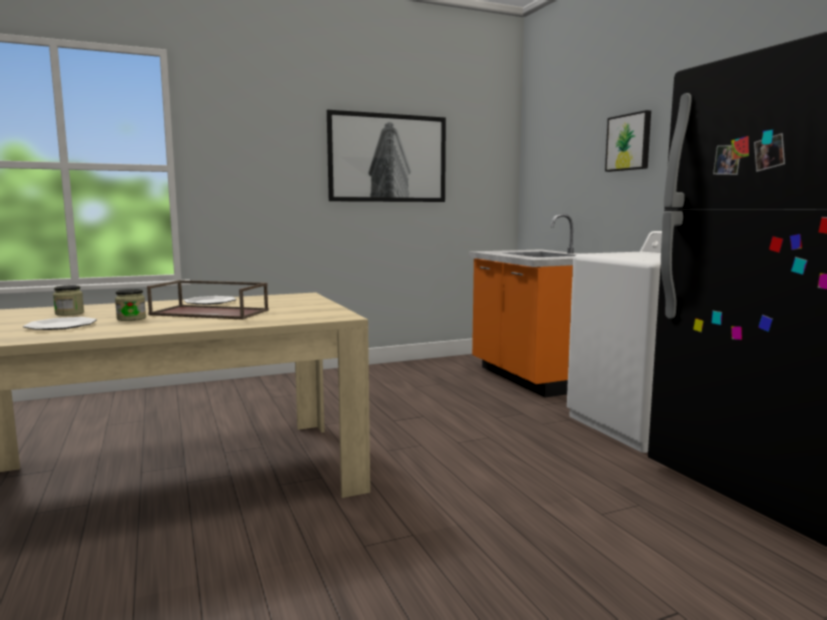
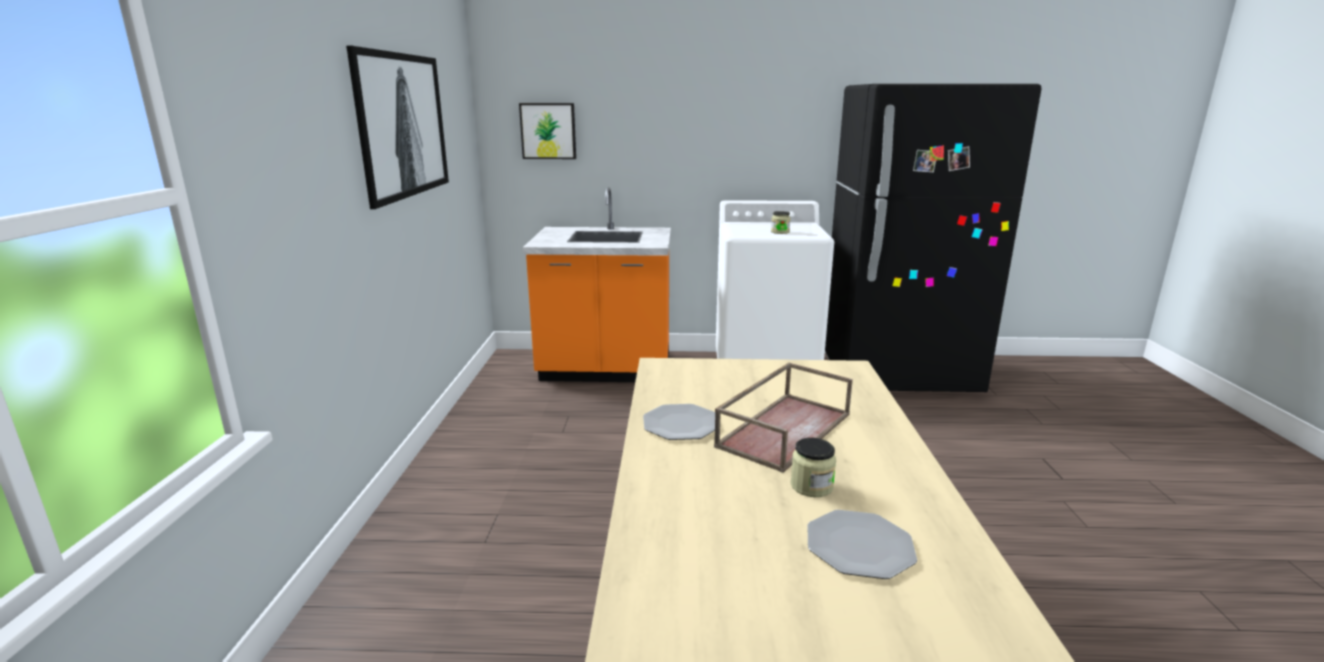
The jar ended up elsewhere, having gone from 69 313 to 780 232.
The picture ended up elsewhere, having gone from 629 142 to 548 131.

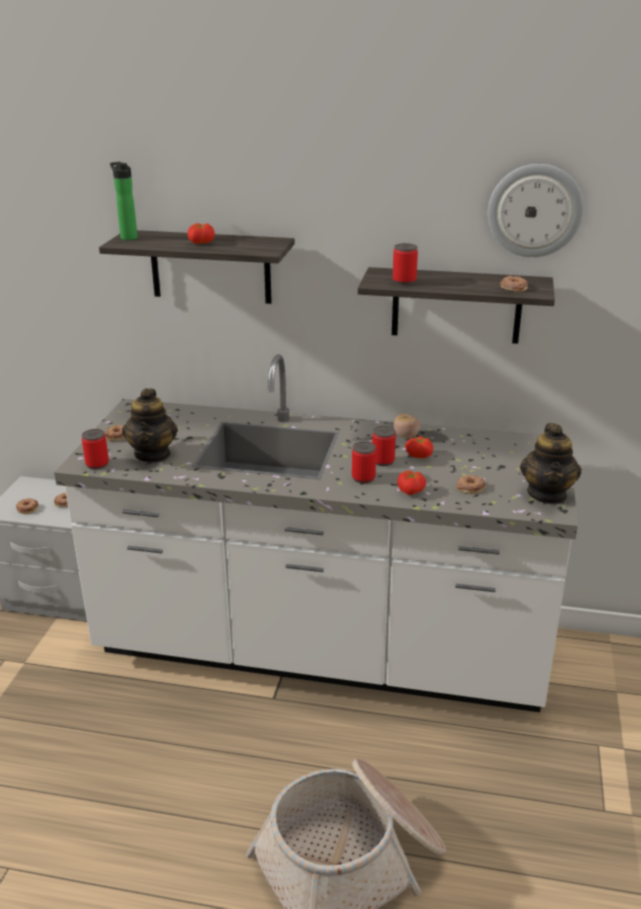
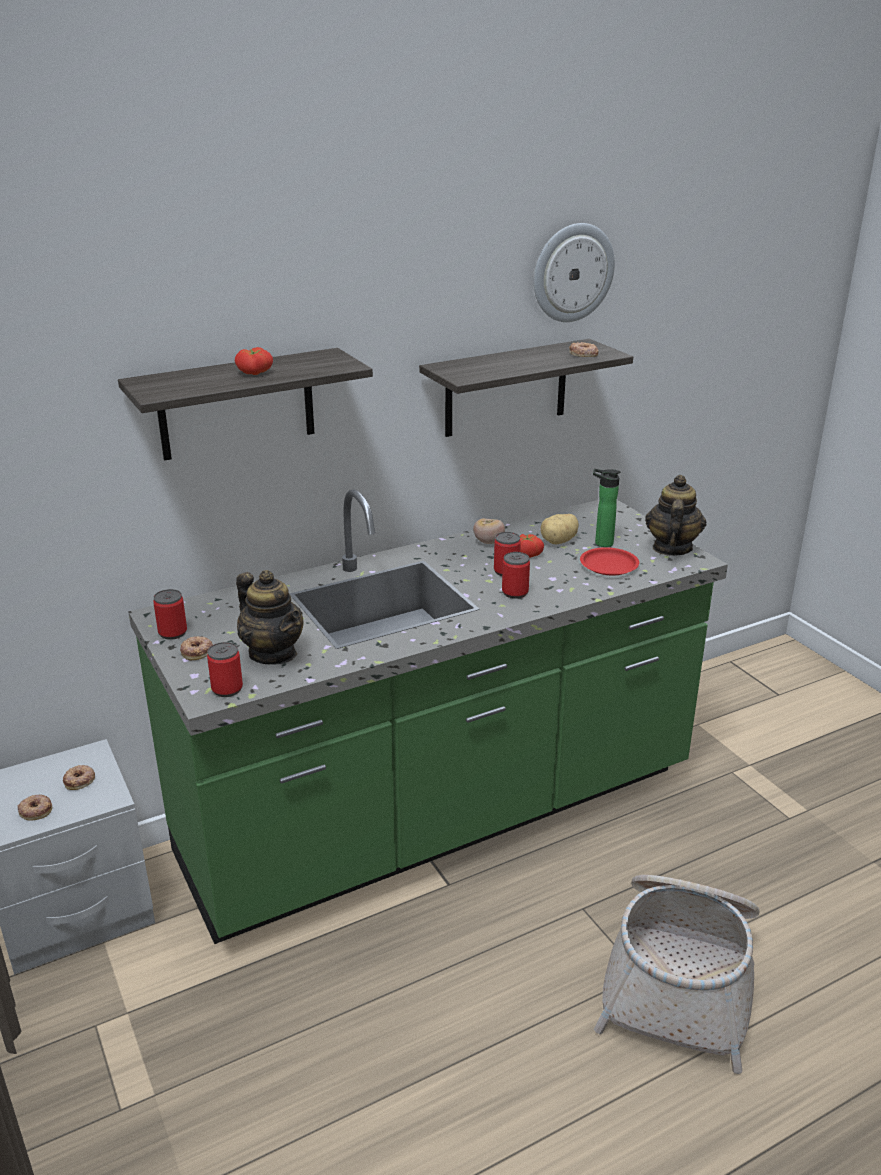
What was the white counter at 321 652 turned into the green counter at 440 818.
The bottle ended up elsewhere, having gone from 127 237 to 601 543.
The can ended up elsewhere, having gone from 404 281 to 173 633.
The second view lost the tomato at 411 491.
Where the donut stood at 470 487, the red plate came to stand at 609 565.
The teapot at 547 494 ended up facing another way, 135 degrees counterclockwise from before.
The second view gained the potato at 559 541.

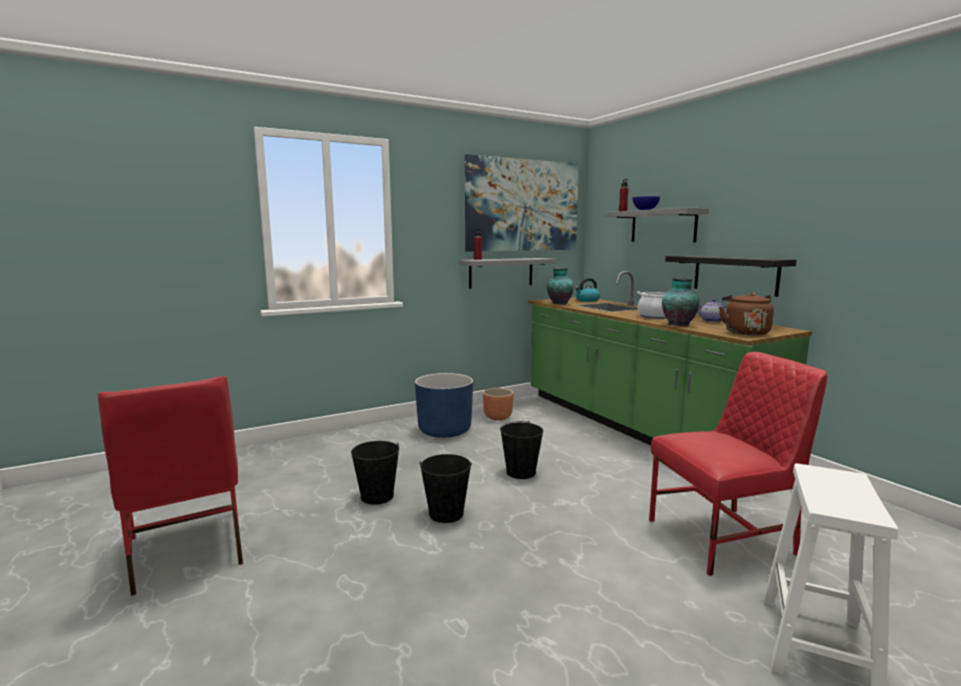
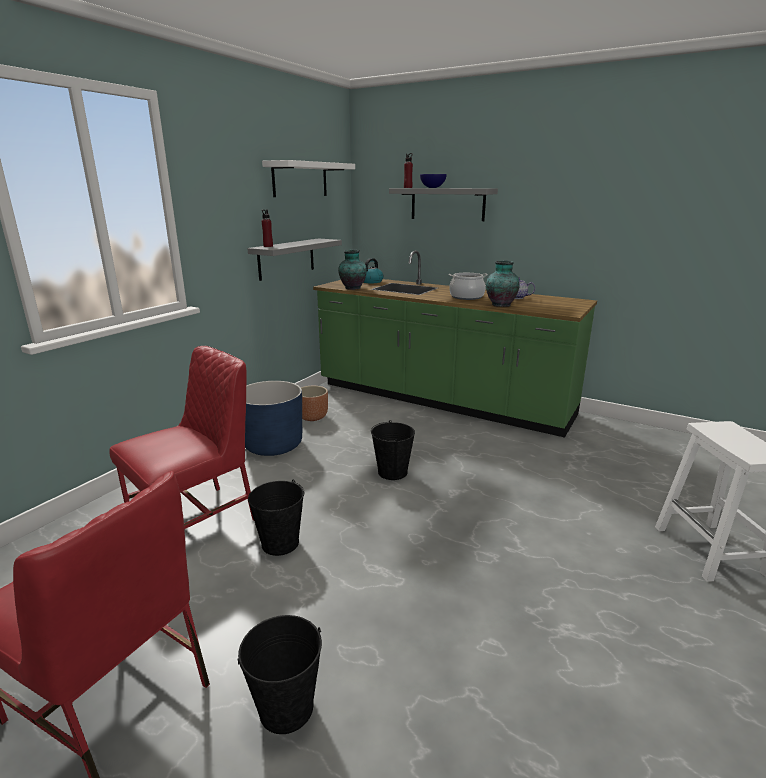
The black bucket ended up elsewhere, having gone from 446 513 to 286 707.
Where the picture hung at 523 205, the white shelf came to hang at 300 179.
The red chair ended up elsewhere, having gone from 724 537 to 196 521.
The second view lost the black shelf at 735 274.
The second view lost the brown kettle at 745 332.

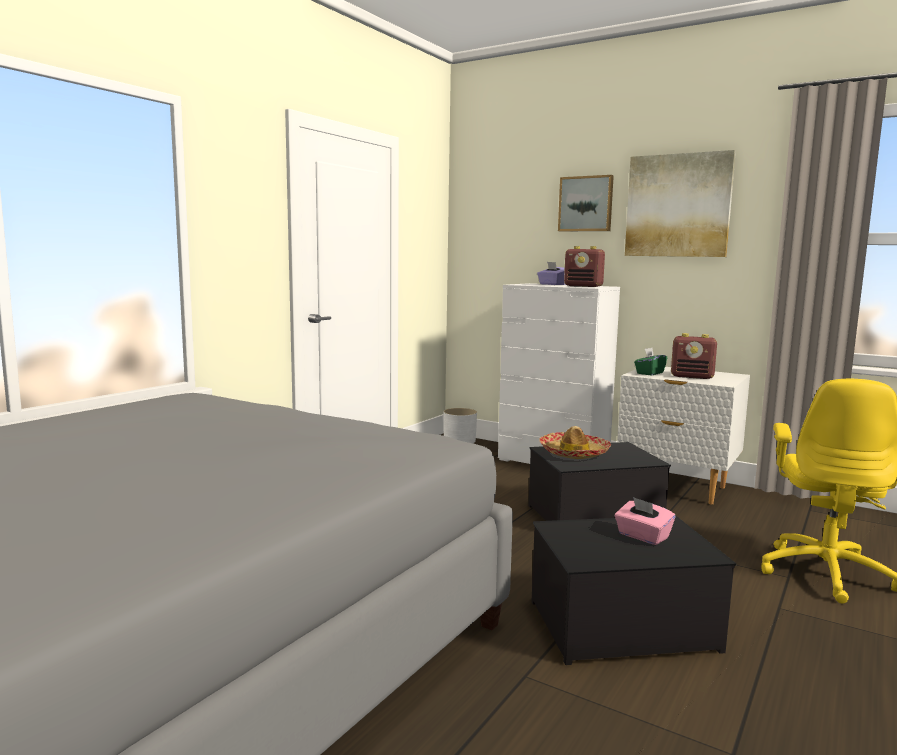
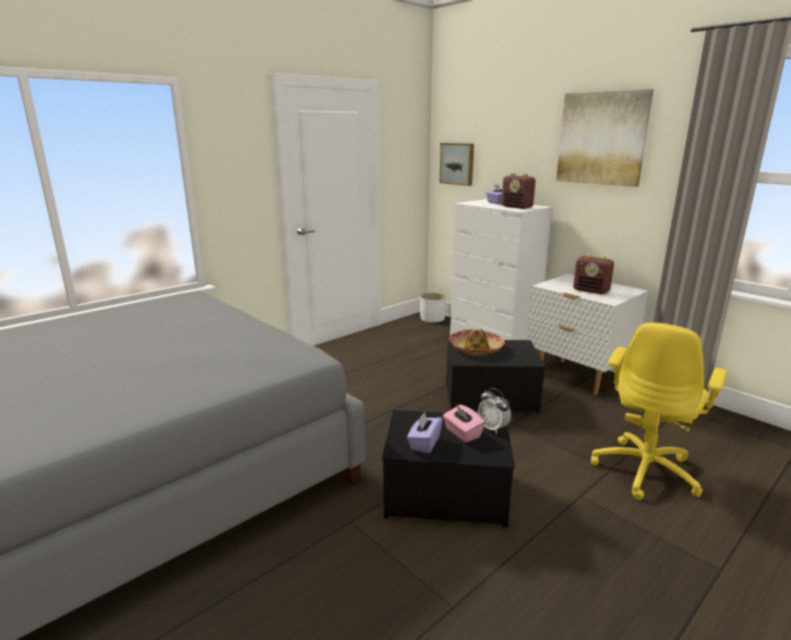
The picture ended up elsewhere, having gone from 586 204 to 457 164.
The second view lost the green tissue box at 649 373.
The second view gained the purple tissue box at 424 443.
The second view gained the alarm clock at 493 428.

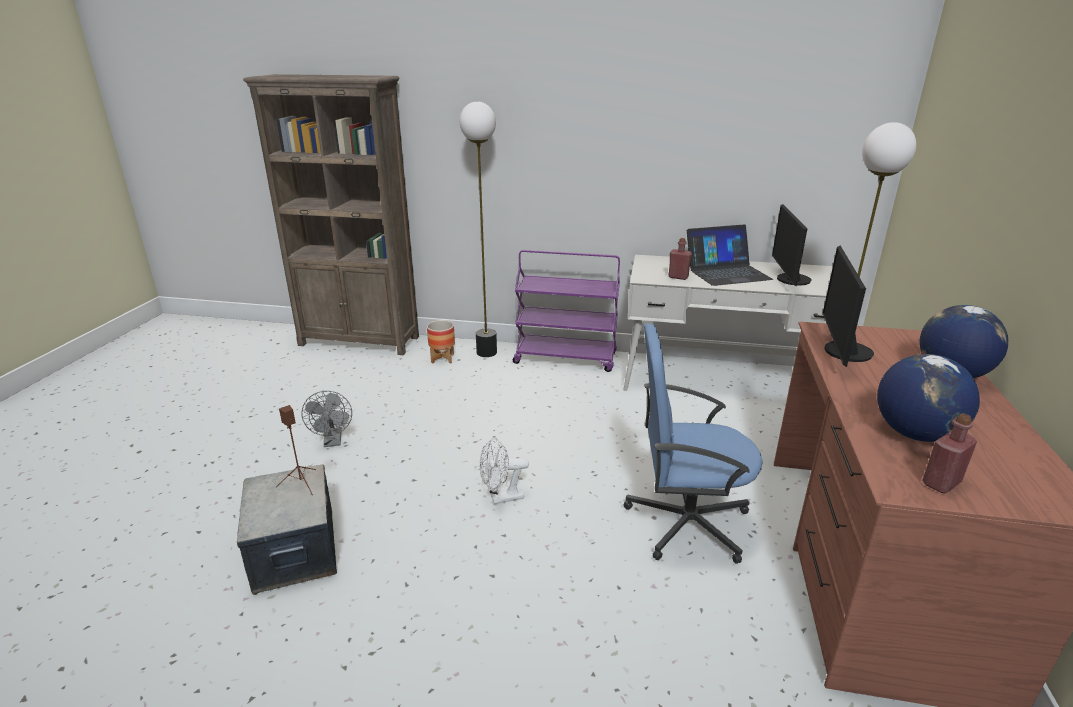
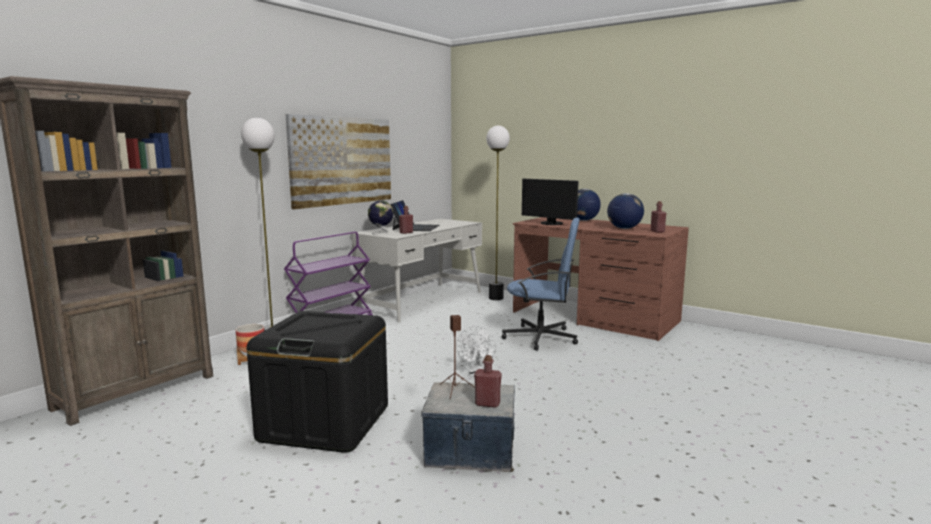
Where the grey fan stood at 333 442, the black storage box came to stand at 325 423.
The blue office chair at 685 522 ended up facing another way, 105 degrees counterclockwise from before.
The second view lost the monitor at 789 279.
The second view gained the picture at 342 161.
The second view gained the globe at 381 233.
The second view gained the red bottle at 487 404.

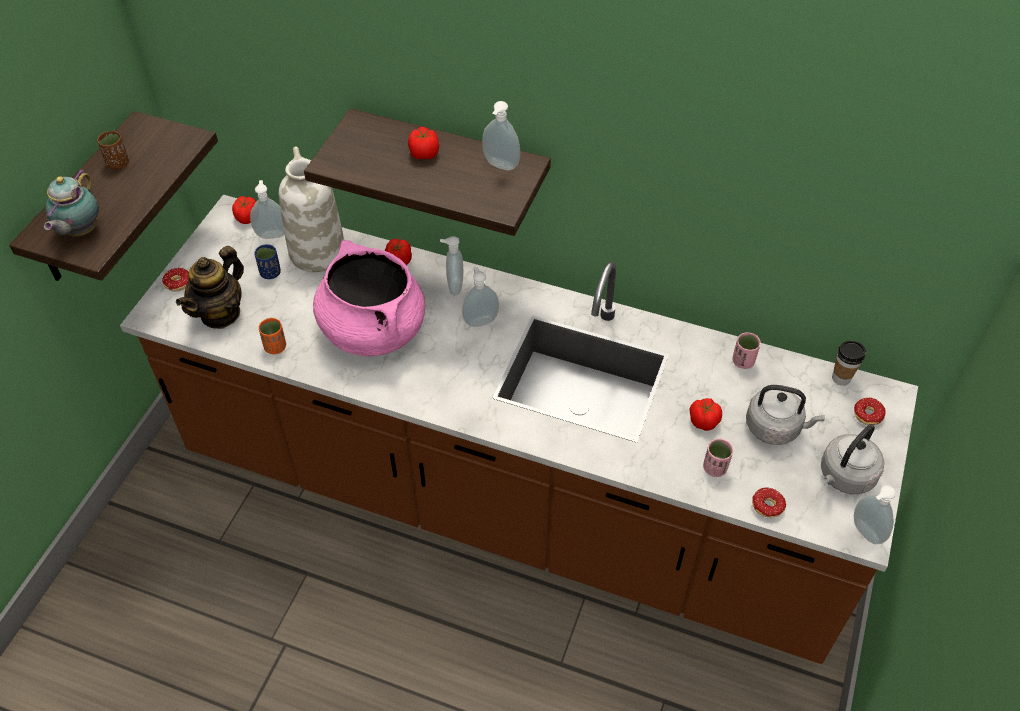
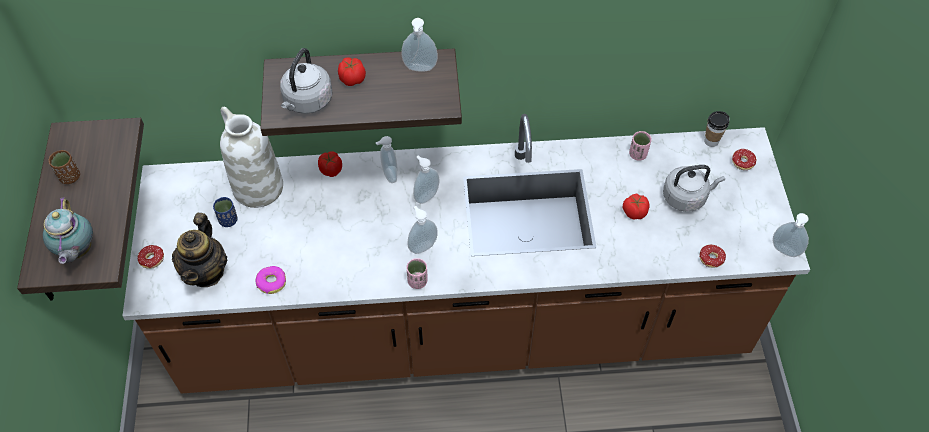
The second view lost the tomato at 247 218.
The soap dispenser ended up elsewhere, having gone from 272 234 to 422 246.
Where the orange cup stood at 275 347, the donut came to stand at 271 282.
The second view lost the pink cooking pot at 372 330.
The pink cup ended up elsewhere, having gone from 715 468 to 417 281.
The grey kettle ended up elsewhere, having gone from 845 477 to 307 102.

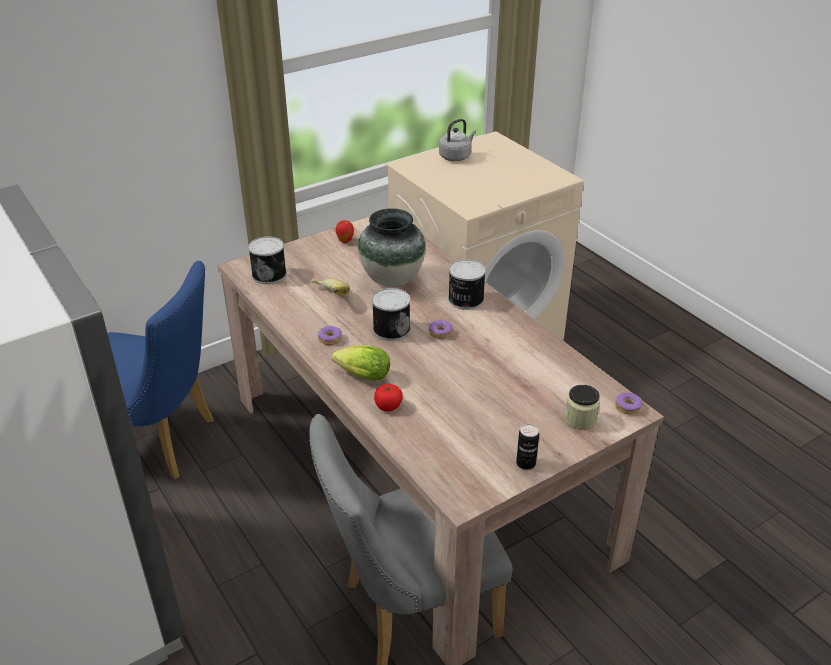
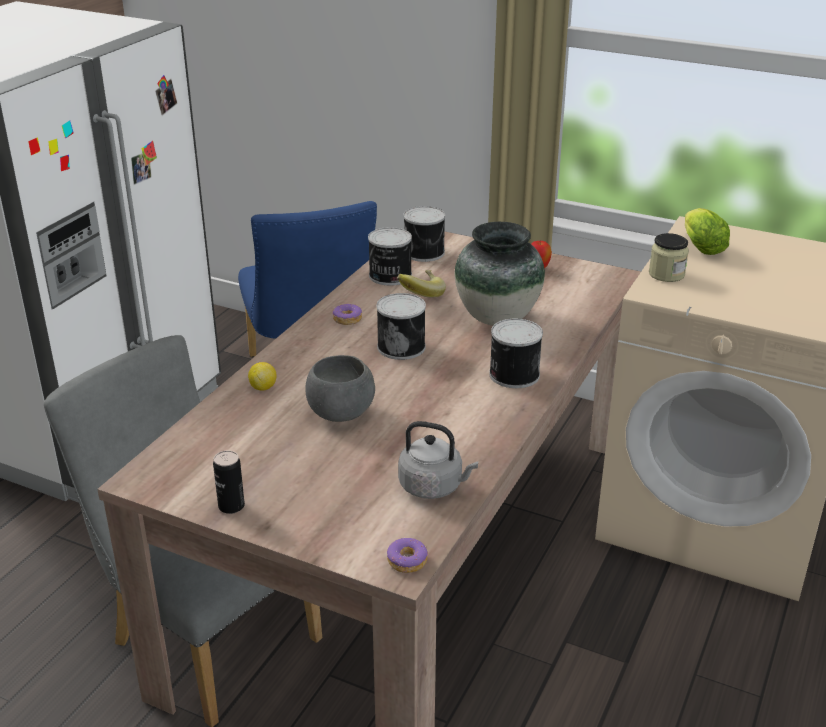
The lettuce ended up elsewhere, having gone from 360 375 to 700 247.
Where the tomato stood at 388 406, the lemon came to stand at 263 387.
The second view lost the donut at 440 333.
The grey kettle ended up elsewhere, having gone from 456 156 to 434 487.
The jar ended up elsewhere, having gone from 580 419 to 666 274.
The second view gained the grey bowl at 342 413.
The second view gained the can at 389 276.

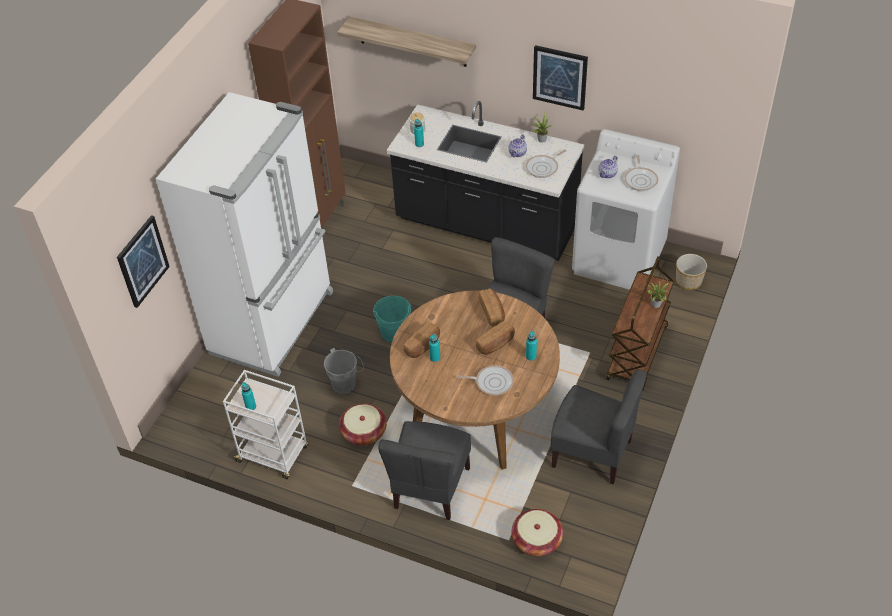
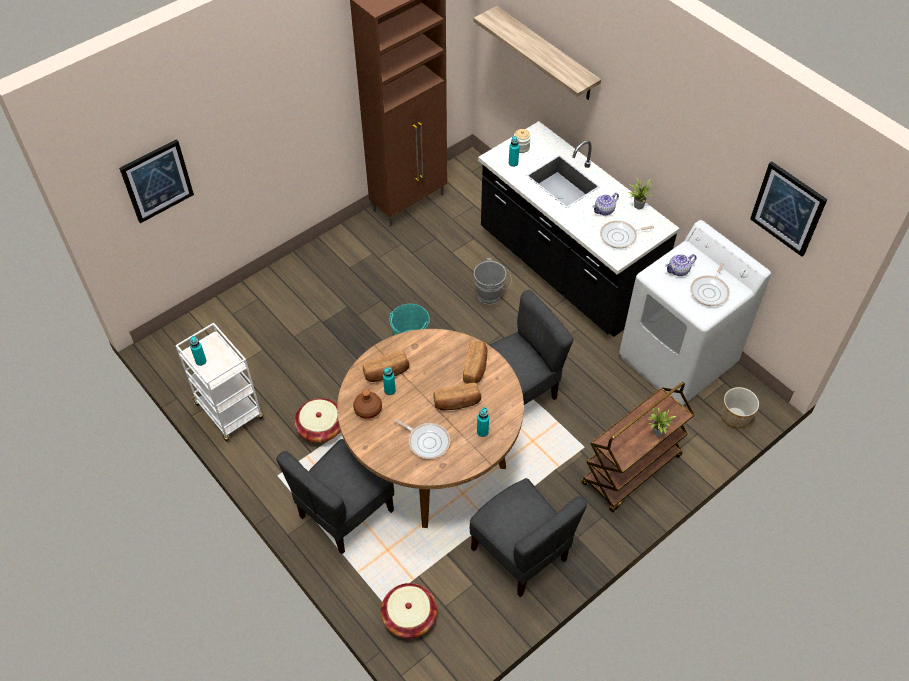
The second view lost the white fridge at 274 323.
The grey bucket ended up elsewhere, having gone from 346 383 to 491 295.
The picture ended up elsewhere, having gone from 560 77 to 788 208.
The second view gained the brown bottle at 368 409.

